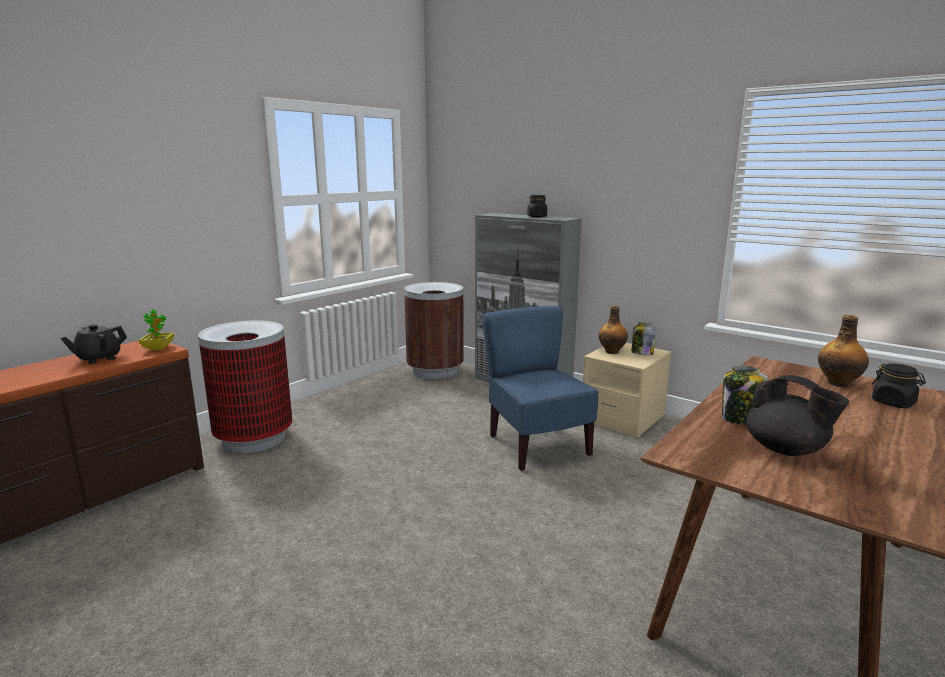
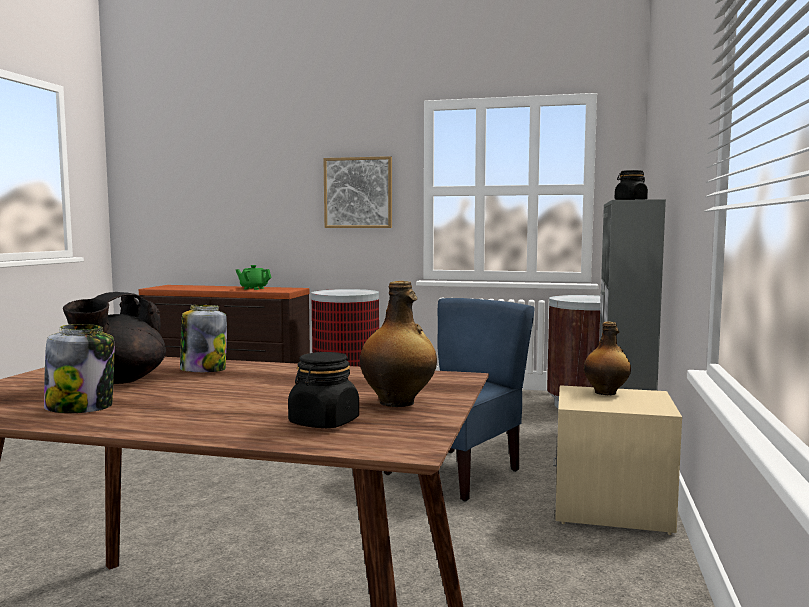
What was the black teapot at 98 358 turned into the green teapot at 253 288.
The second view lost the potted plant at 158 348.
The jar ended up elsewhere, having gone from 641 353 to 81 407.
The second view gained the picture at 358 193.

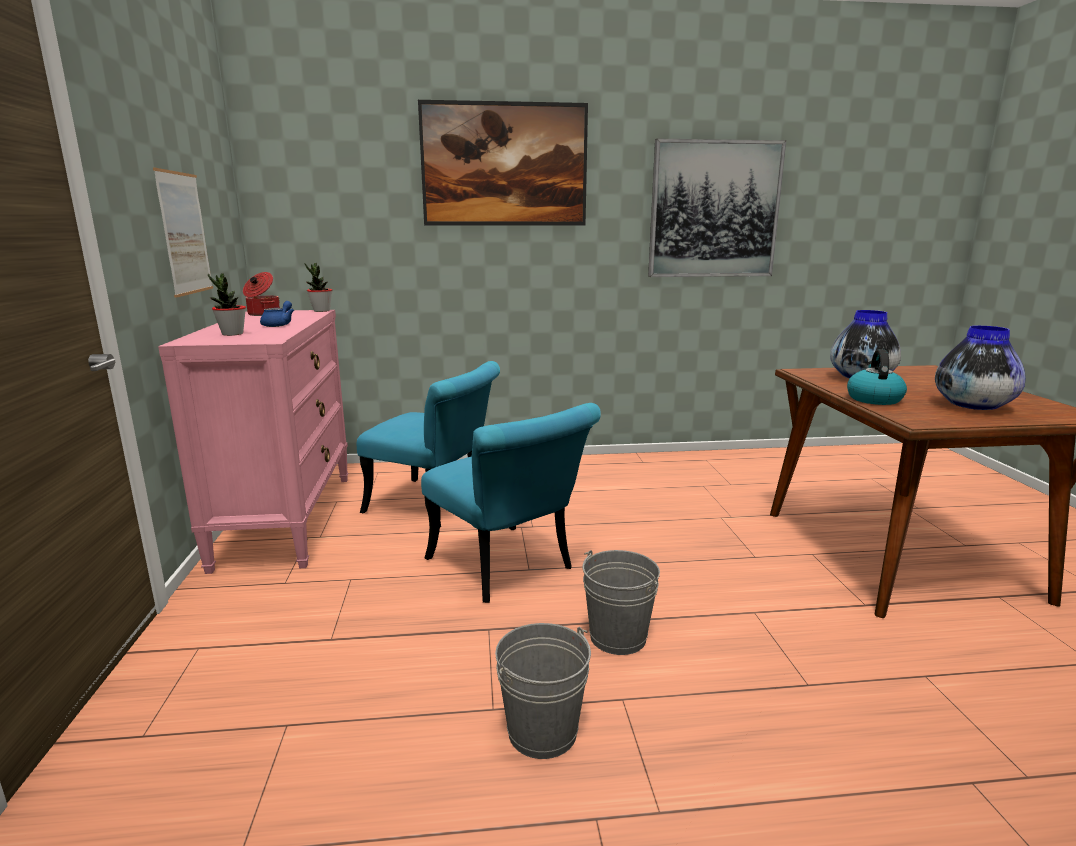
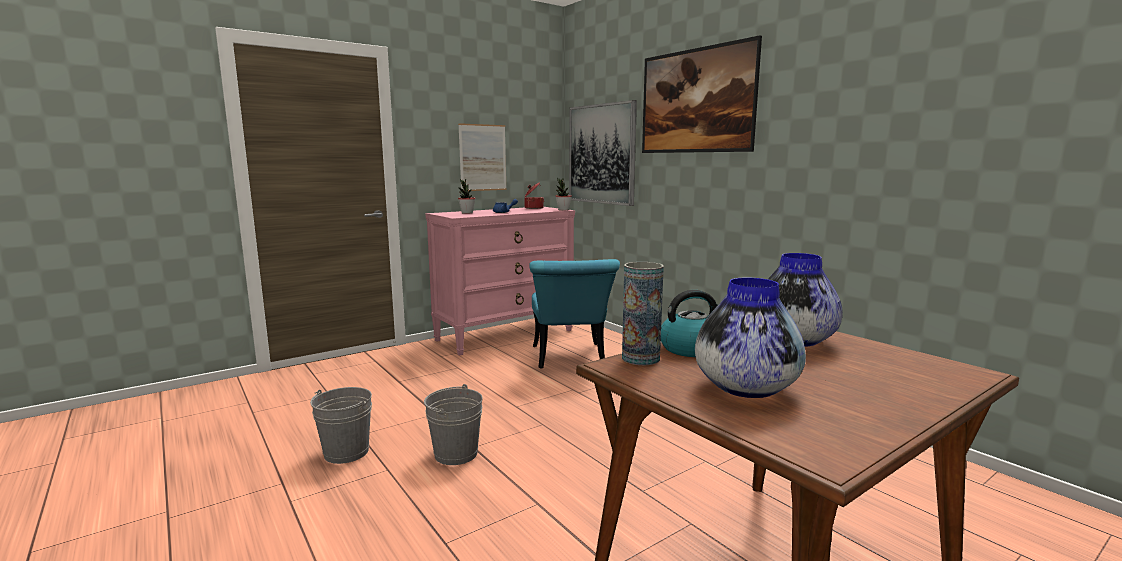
The second view lost the turquoise chair at 508 569.
The picture ended up elsewhere, having gone from 714 210 to 601 154.
The second view gained the vase at 640 358.

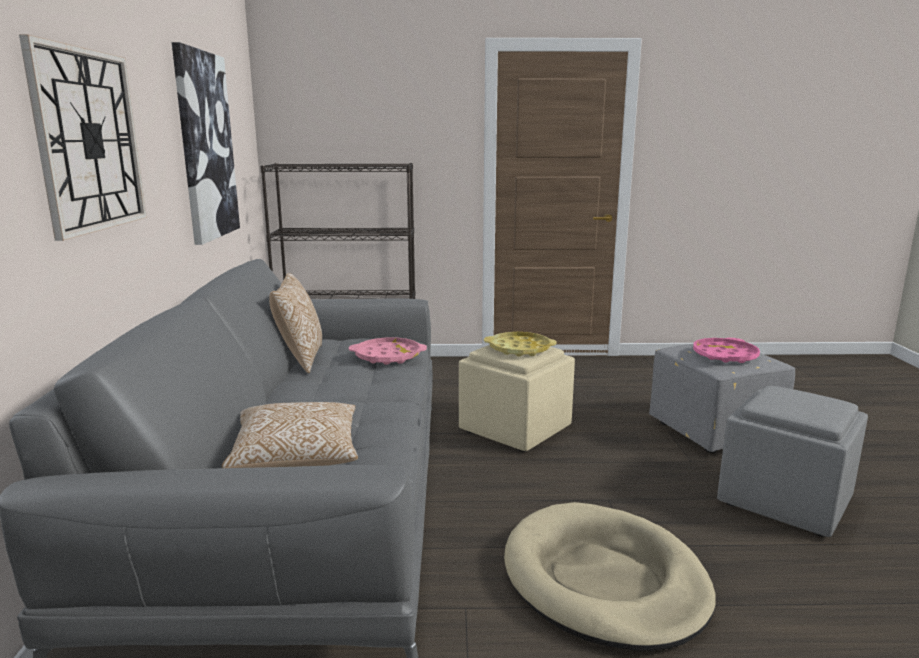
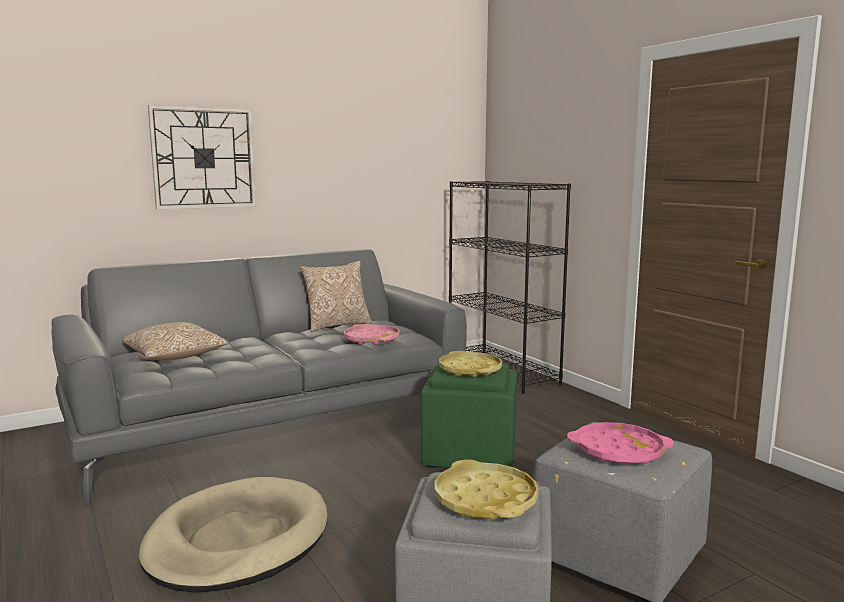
The second view lost the picture at 205 146.
What was the beige ottoman at 514 429 turned into the green ottoman at 469 453.
The second view gained the yellow tray at 485 499.

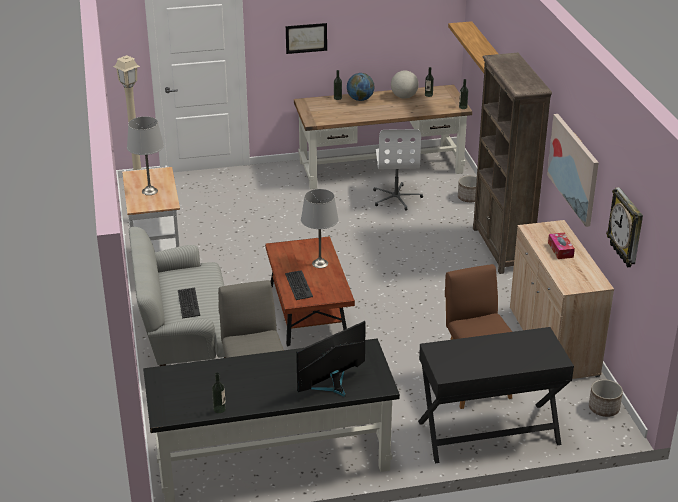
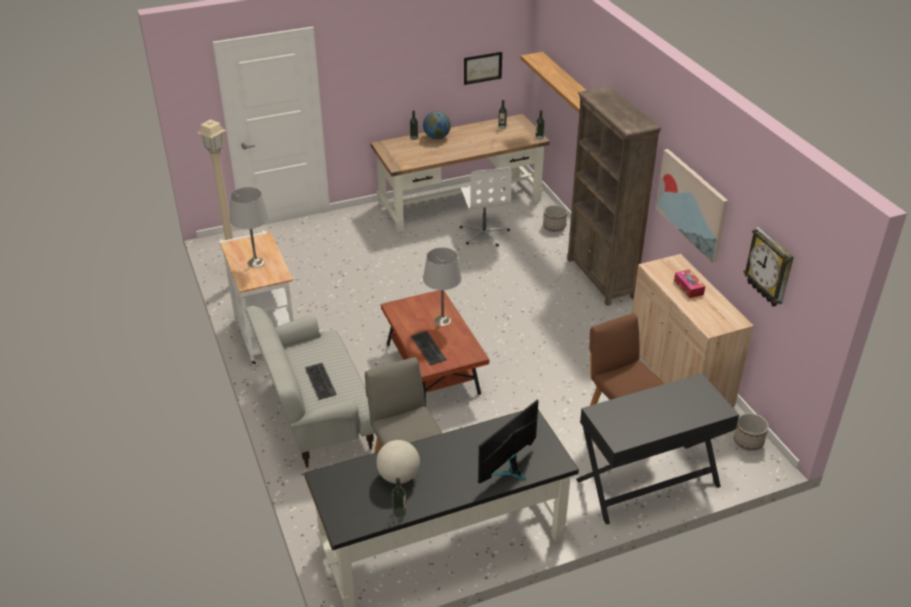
The picture ended up elsewhere, having gone from 306 38 to 482 68.
The globe ended up elsewhere, having gone from 404 97 to 399 476.

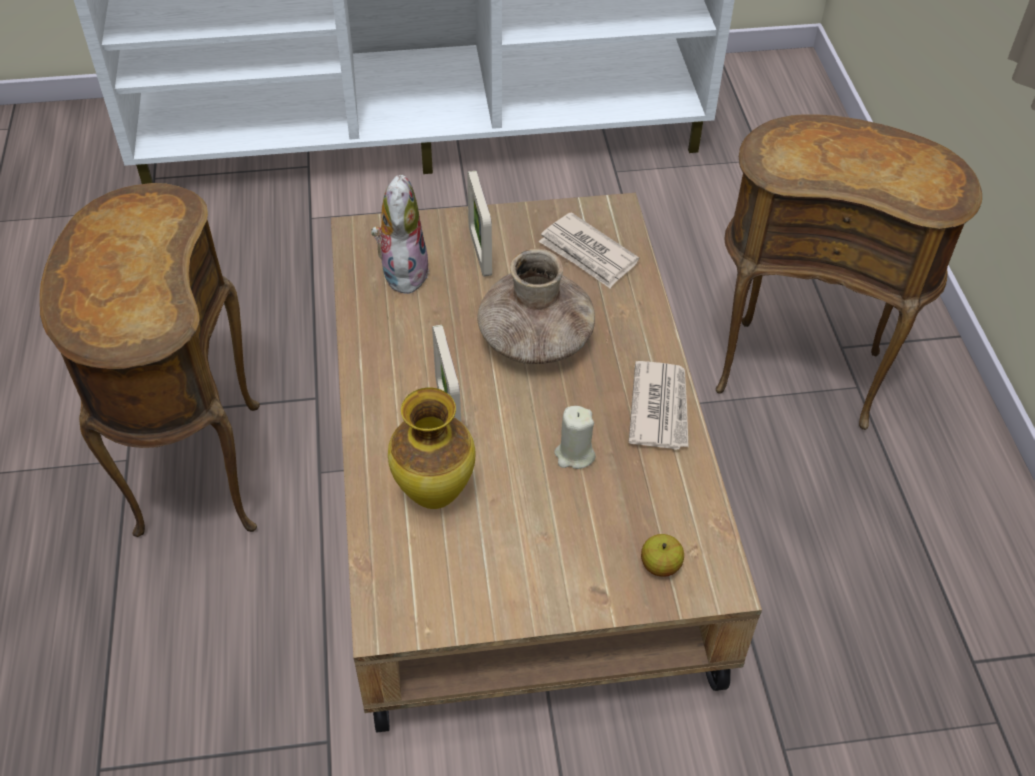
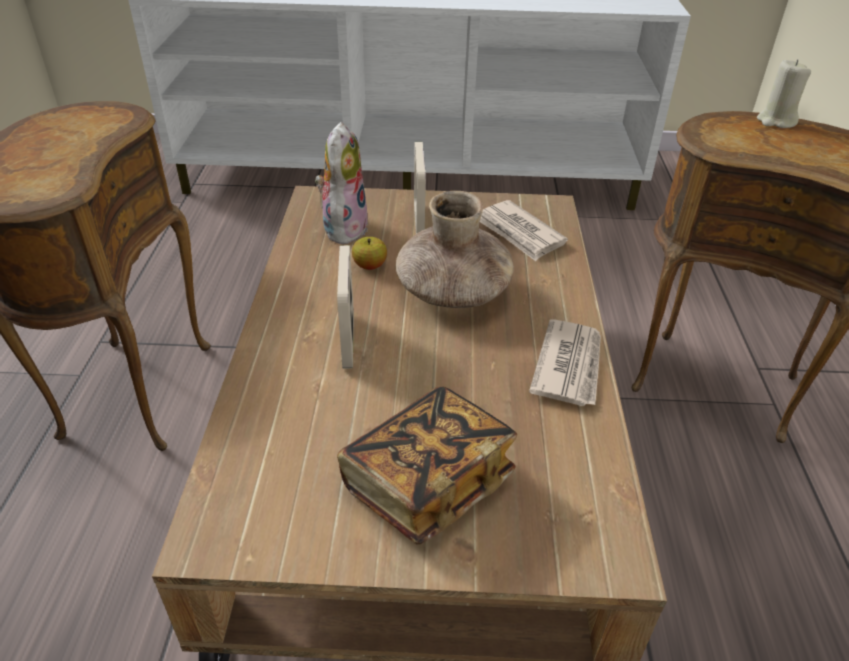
The second view lost the vase at 436 495.
The beige candle ended up elsewhere, having gone from 574 455 to 776 121.
The apple ended up elsewhere, having gone from 660 565 to 370 266.
The second view gained the book at 427 483.

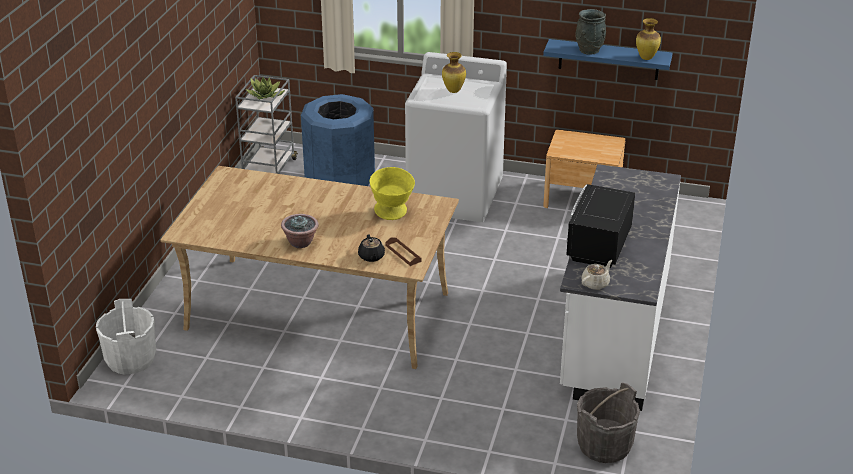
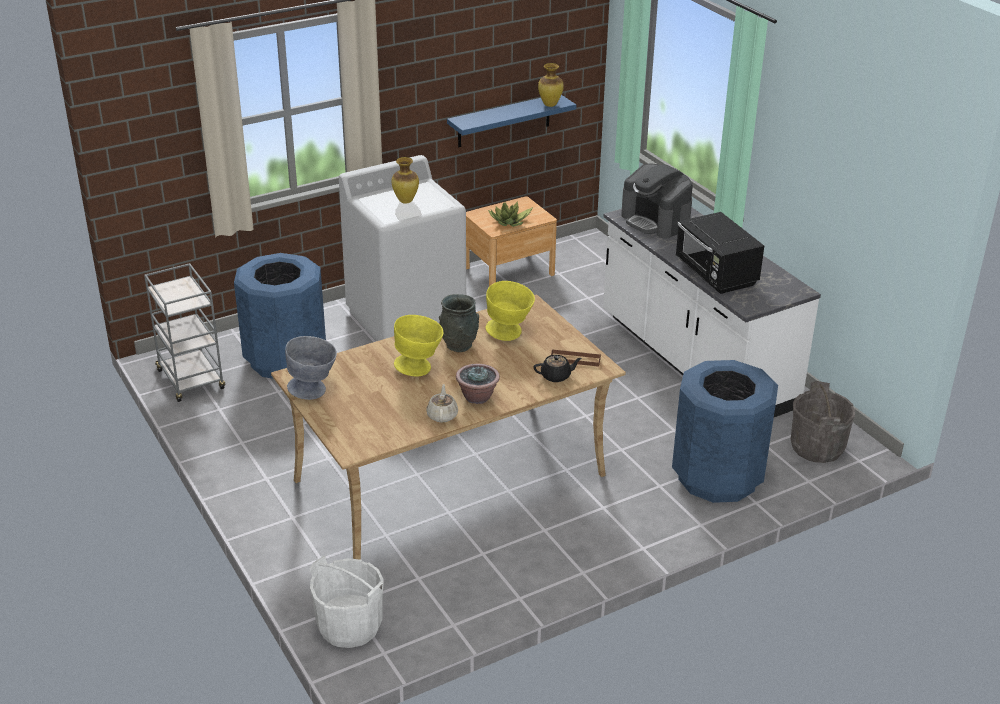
The potted plant ended up elsewhere, having gone from 265 96 to 510 222.
The black teapot at 371 257 ended up facing another way, 45 degrees counterclockwise from before.
The grey vase ended up elsewhere, having gone from 589 50 to 459 345.
The beige teapot ended up elsewhere, having gone from 595 283 to 442 415.
The second view gained the grey bowl at 314 390.
The second view gained the yellow bowl at 419 367.
The second view gained the coffee machine at 656 221.
The second view gained the blue trash can at 717 477.

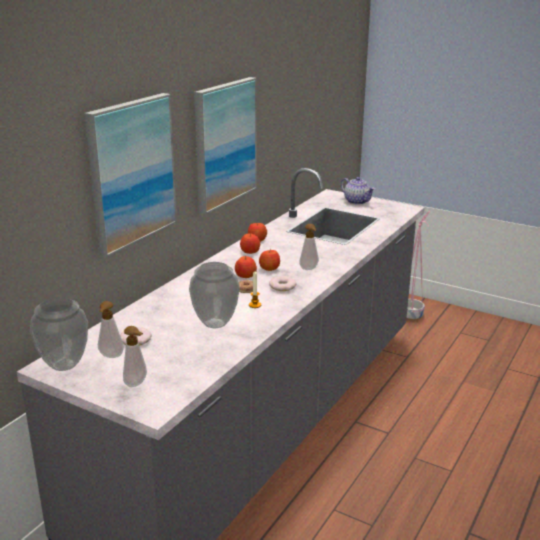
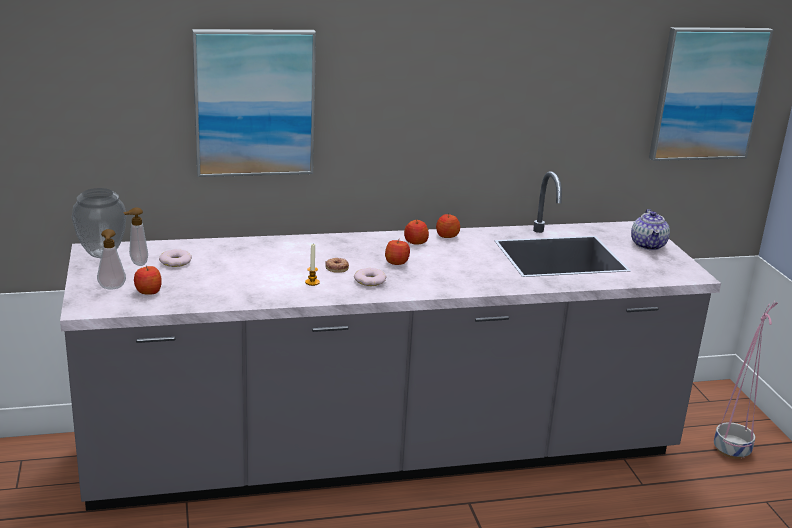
The second view lost the vase at 215 324.
The picture ended up elsewhere, having gone from 224 143 to 707 93.
The apple ended up elsewhere, having gone from 245 276 to 148 291.
The second view lost the soap dispenser at 309 269.

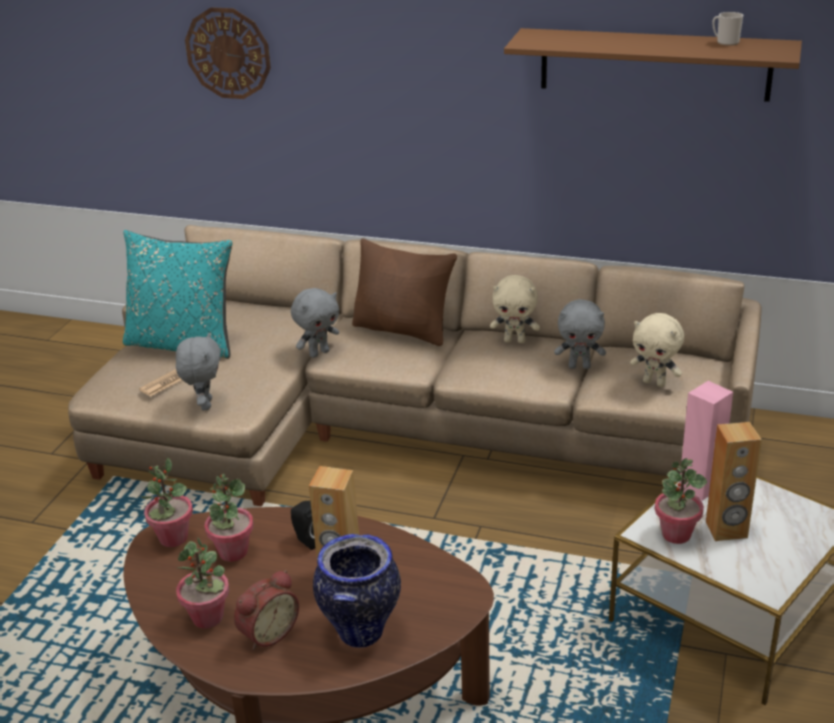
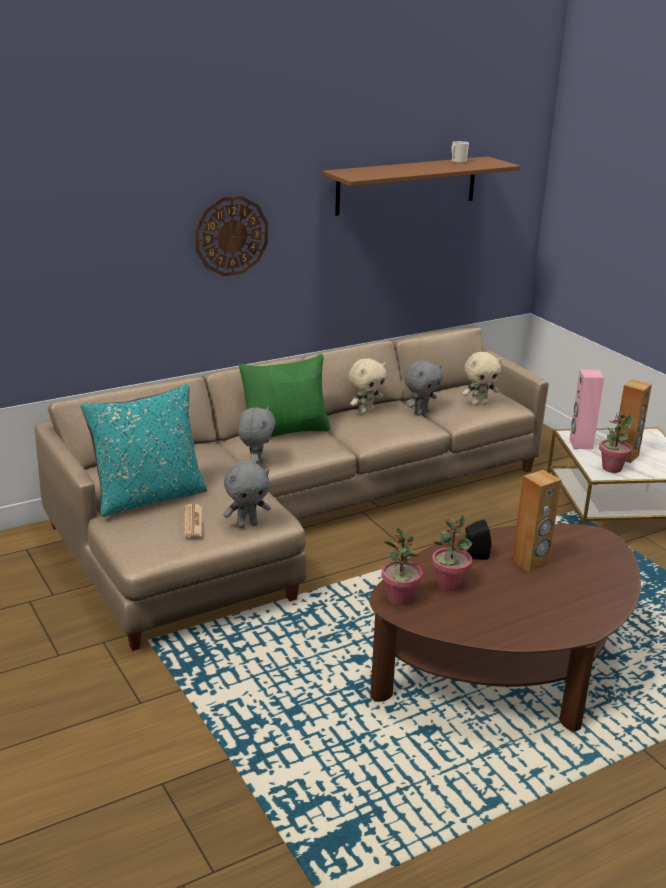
The grey plush toy at 205 404 ended up facing another way, 120 degrees clockwise from before.
The second view lost the potted plant at 208 617.
The wall clock ended up elsewhere, having gone from 228 53 to 231 236.
The second view lost the alarm clock at 267 632.
The second view lost the vase at 361 631.
What was the brown pillow at 404 329 turned into the green pillow at 286 430.

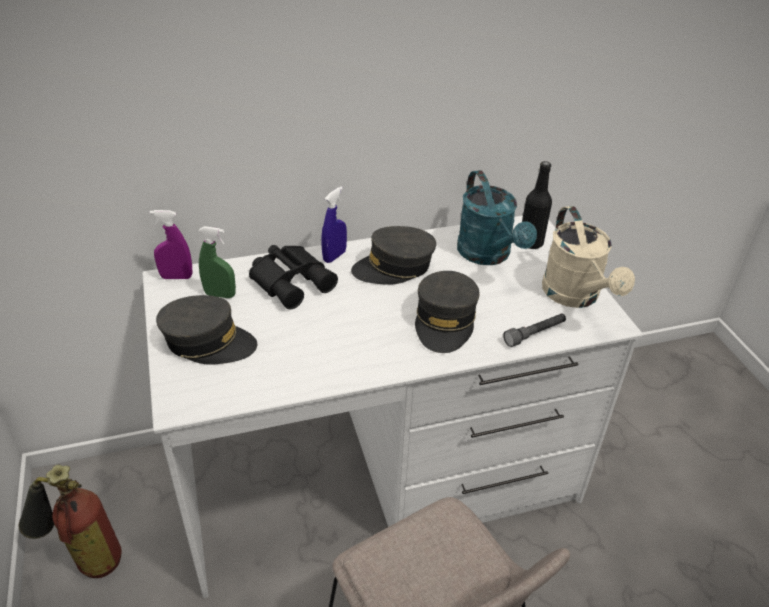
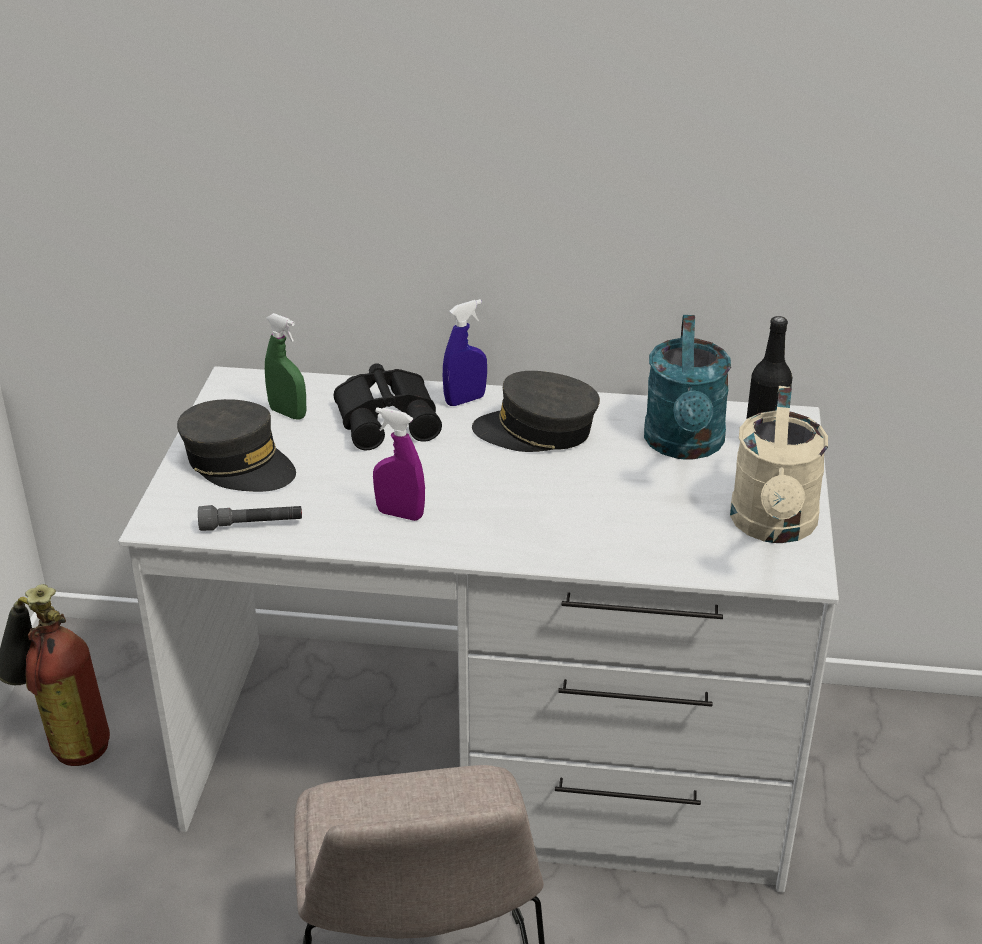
The purple spray bottle ended up elsewhere, having gone from 176 277 to 400 514.
The second view lost the grey cap at 445 321.
The grey flashlight ended up elsewhere, having gone from 535 334 to 251 525.

